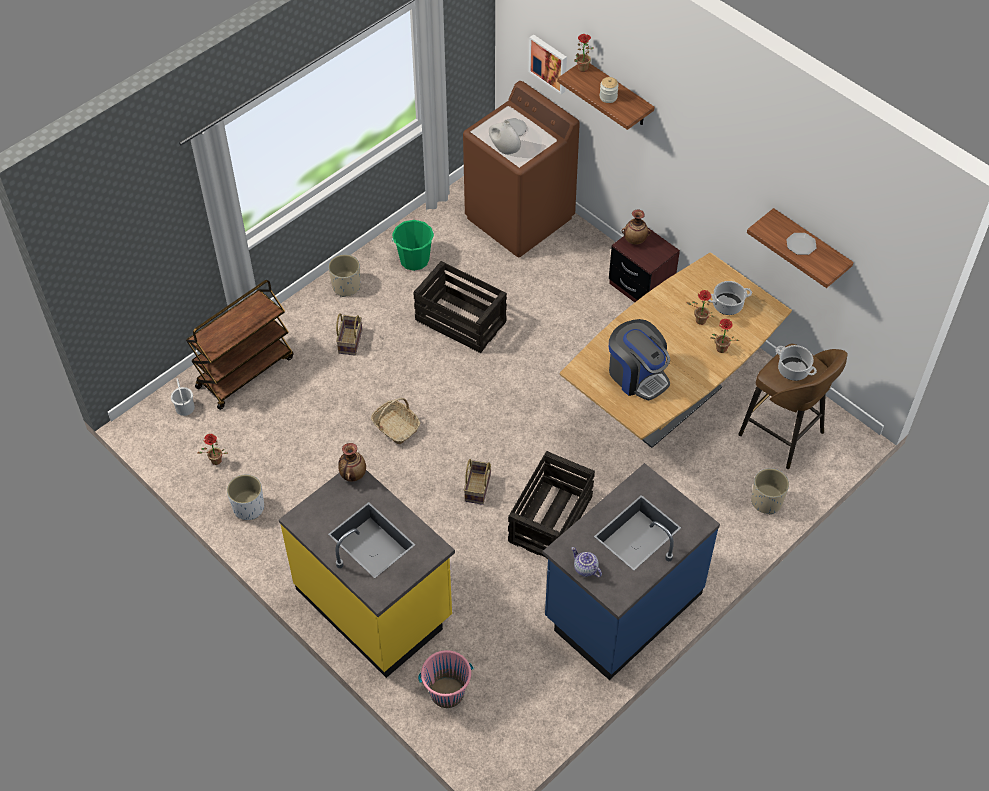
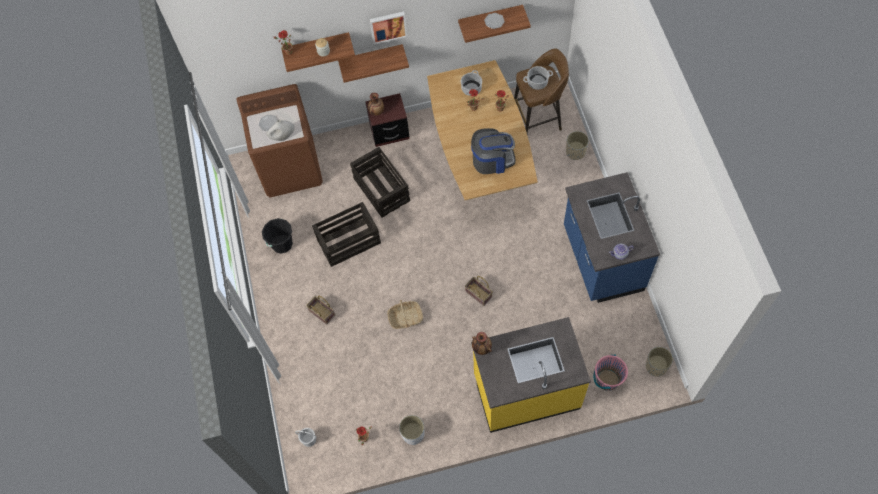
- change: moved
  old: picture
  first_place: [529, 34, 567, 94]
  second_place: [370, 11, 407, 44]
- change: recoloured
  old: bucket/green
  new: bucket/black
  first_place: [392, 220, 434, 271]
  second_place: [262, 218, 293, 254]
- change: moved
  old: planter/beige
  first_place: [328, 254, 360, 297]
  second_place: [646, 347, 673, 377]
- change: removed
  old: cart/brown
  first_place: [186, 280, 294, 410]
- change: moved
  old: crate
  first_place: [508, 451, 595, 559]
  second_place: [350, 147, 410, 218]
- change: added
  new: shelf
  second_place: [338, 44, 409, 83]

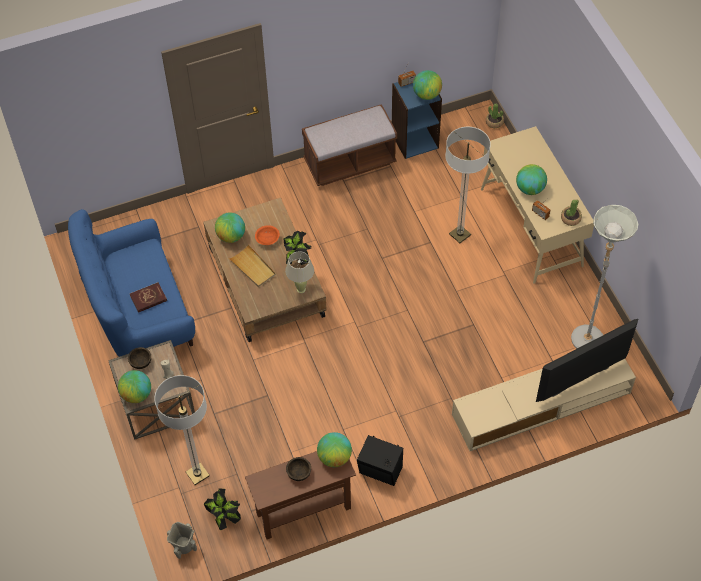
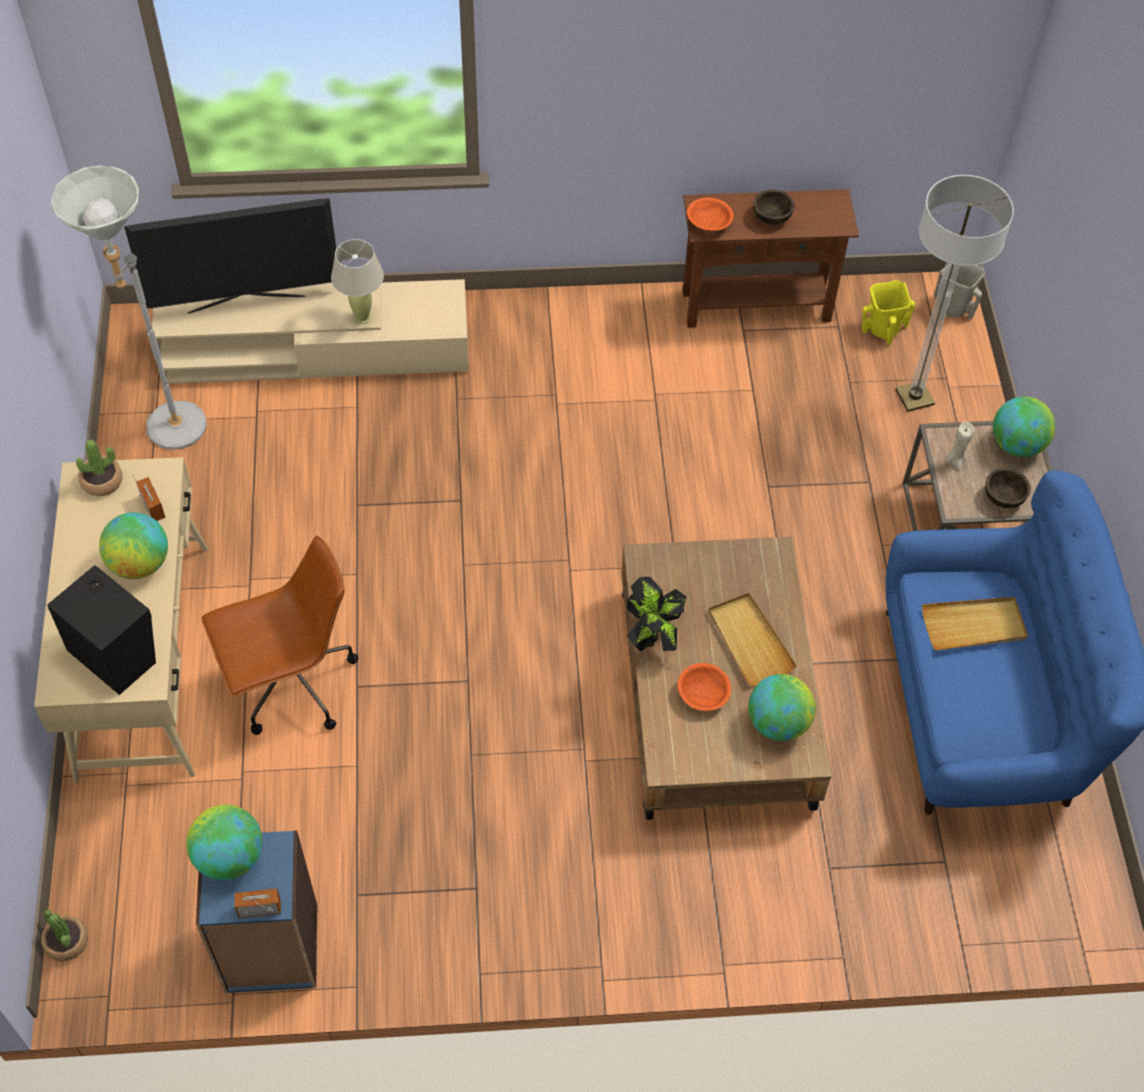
- change: removed
  old: bench/brown
  first_place: [302, 104, 397, 186]
- change: replaced
  old: floor lamp
  new: office chair/brown
  first_place: [445, 127, 491, 243]
  second_place: [201, 536, 358, 735]
- change: moved
  old: table lamp/beige
  first_place: [285, 251, 314, 293]
  second_place: [331, 239, 384, 324]
- change: replaced
  old: book/red
  new: tray/beige
  first_place: [130, 282, 167, 313]
  second_place: [922, 597, 1028, 651]
- change: replaced
  old: globe
  new: bowl/orange
  first_place: [317, 432, 352, 467]
  second_place: [687, 198, 734, 231]
- change: moved
  old: speaker/black
  first_place: [357, 435, 403, 486]
  second_place: [47, 565, 156, 695]
- change: replaced
  old: potted plant
  new: vase/yellow
  first_place: [204, 488, 241, 530]
  second_place: [862, 280, 915, 345]

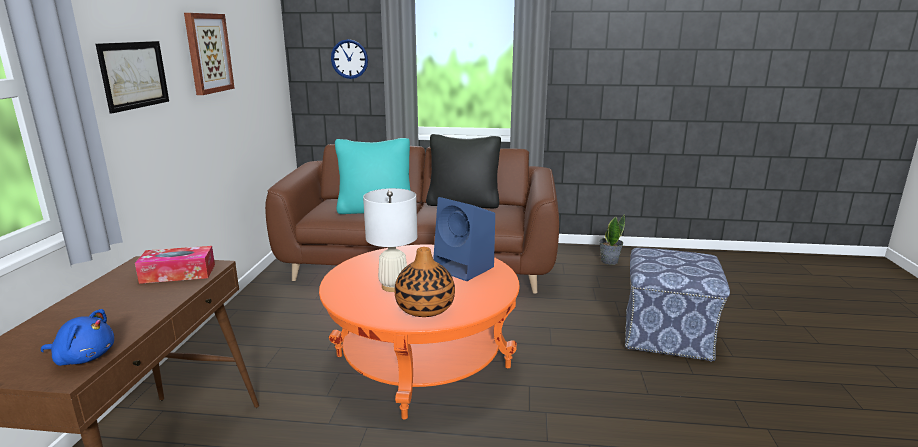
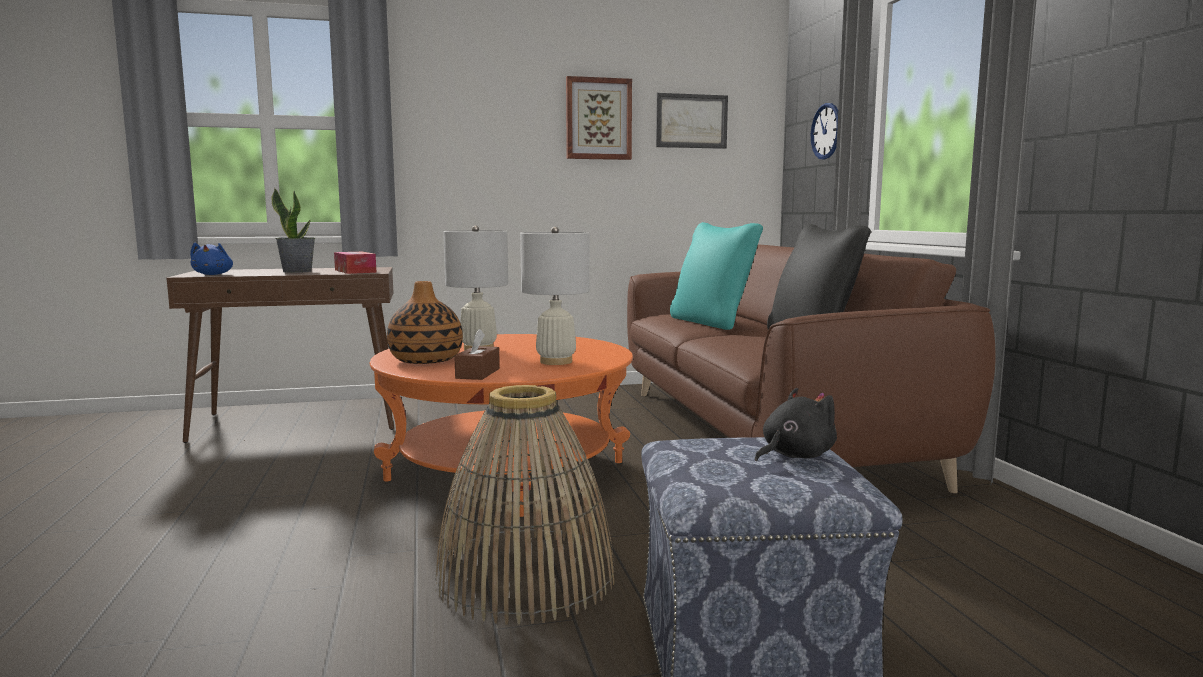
- change: moved
  old: picture
  first_place: [96, 41, 169, 113]
  second_place: [656, 93, 728, 149]
- change: replaced
  old: speaker/blue
  new: table lamp/white
  first_place: [433, 197, 495, 281]
  second_place: [520, 227, 590, 365]
- change: moved
  old: potted plant
  first_place: [599, 214, 625, 265]
  second_place: [271, 188, 315, 273]
- change: added
  new: tissue box/brown
  second_place: [454, 329, 500, 380]
- change: added
  new: basket
  second_place: [435, 385, 614, 625]
- change: added
  new: plush toy/black
  second_place: [755, 388, 837, 462]

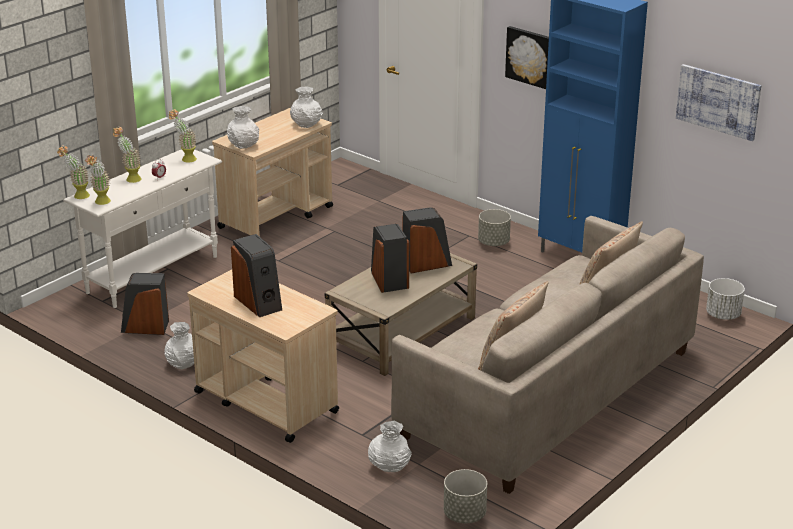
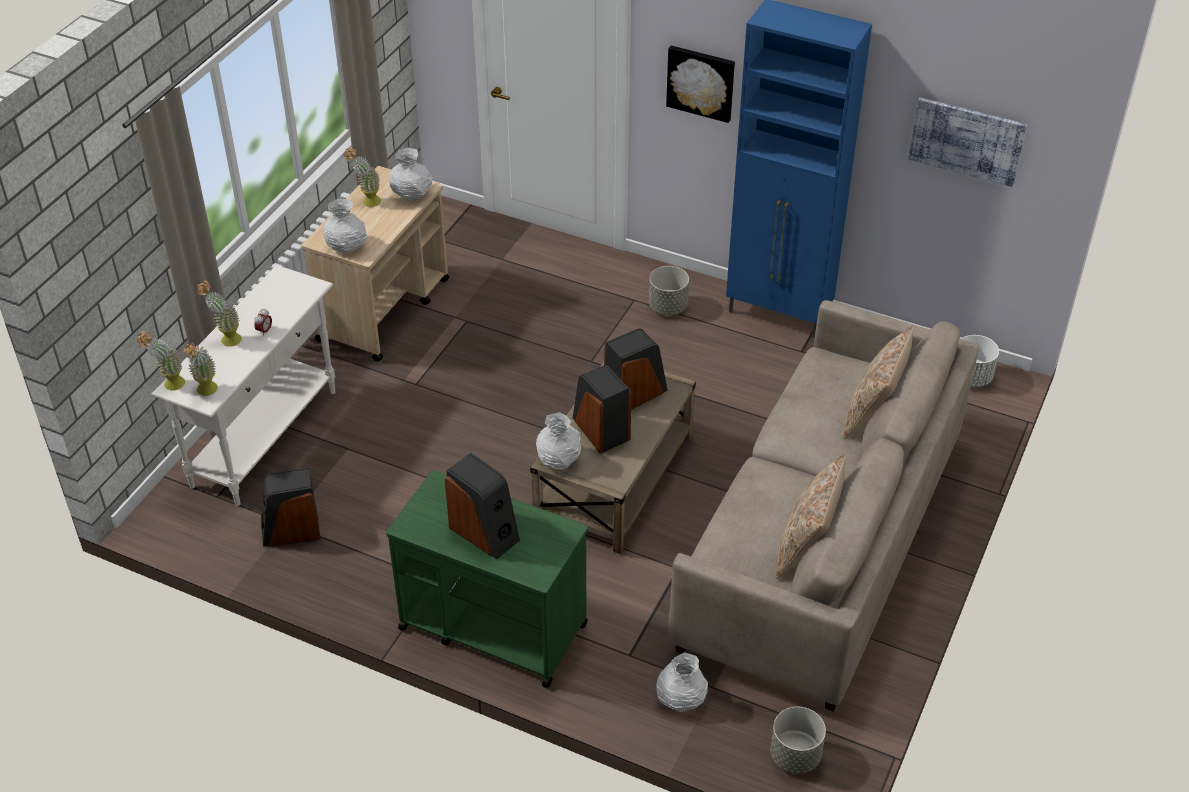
- change: moved
  old: potted plant
  first_place: [169, 109, 197, 163]
  second_place: [344, 147, 381, 207]
- change: recoloured
  old: cart/beige
  new: cart/green
  first_place: [187, 269, 339, 443]
  second_place: [386, 470, 588, 688]
- change: moved
  old: vase/white
  first_place: [164, 322, 194, 369]
  second_place: [536, 412, 581, 470]

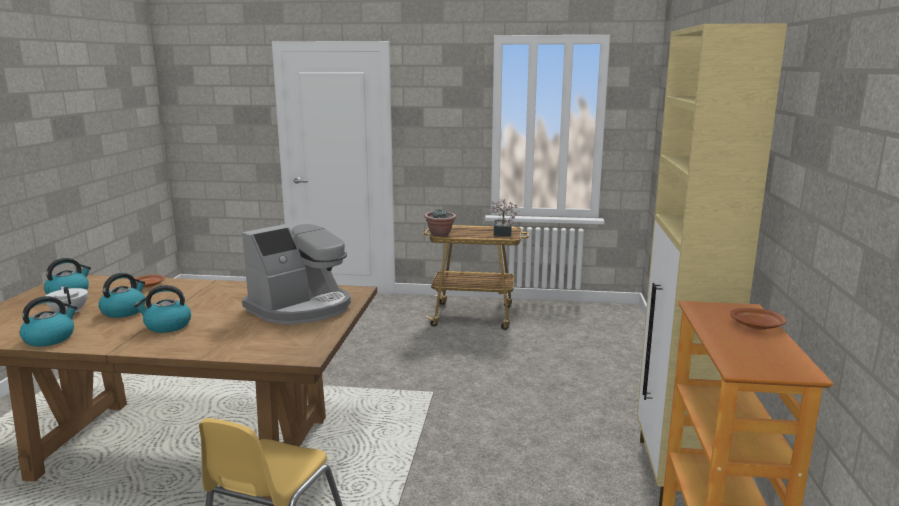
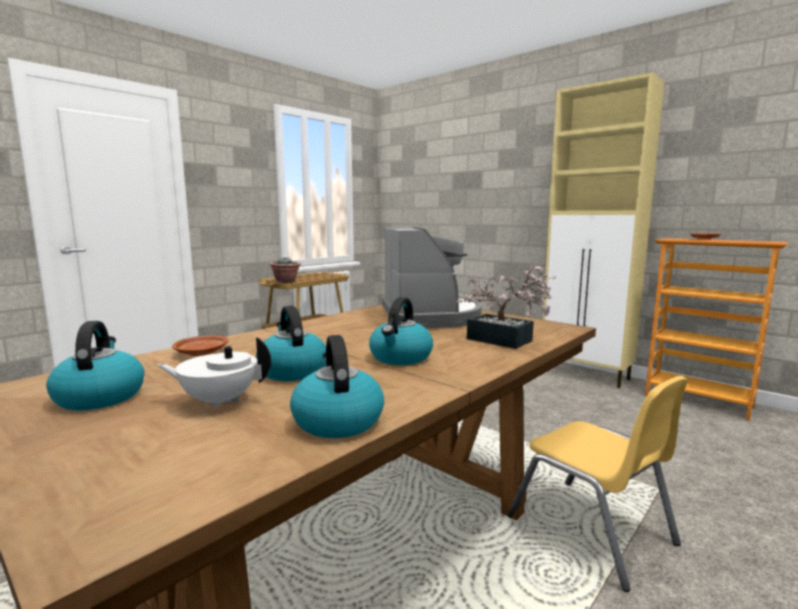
- change: moved
  old: potted plant
  first_place: [489, 199, 520, 236]
  second_place: [456, 265, 556, 349]

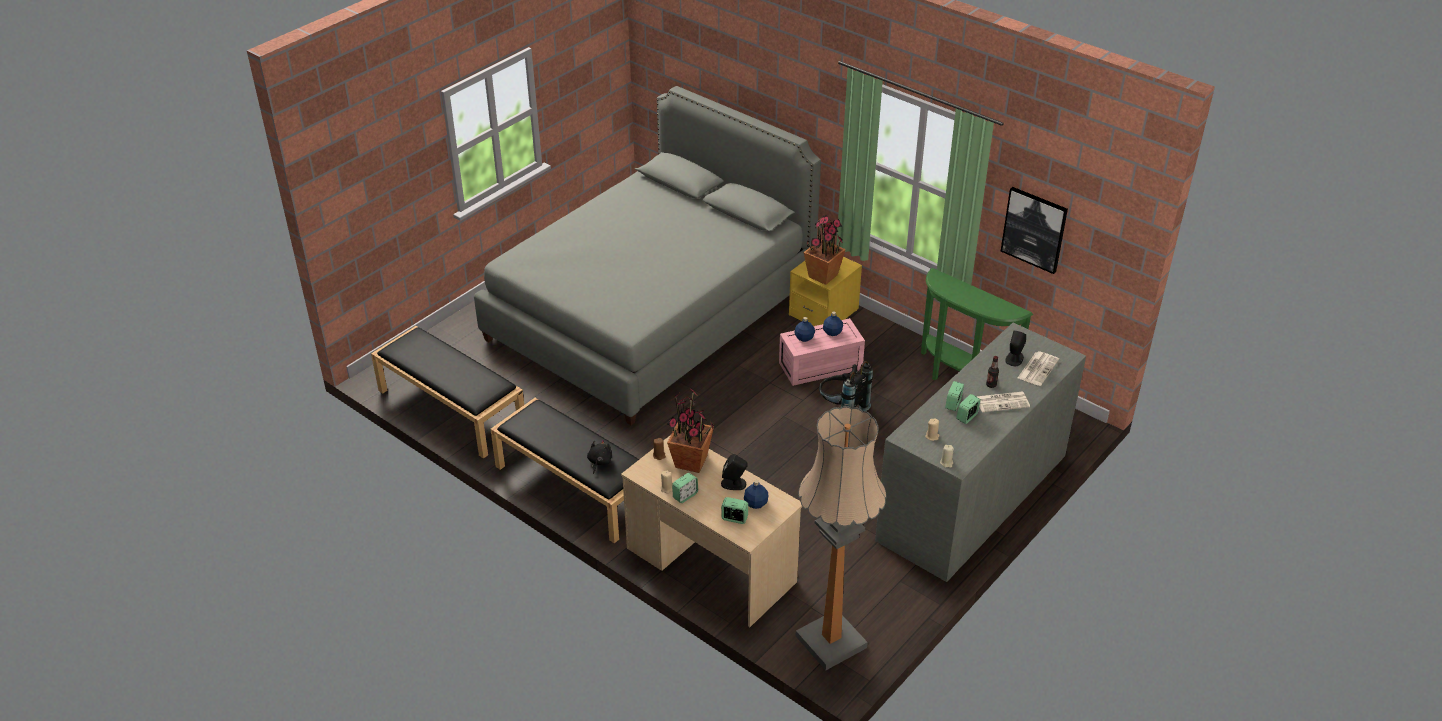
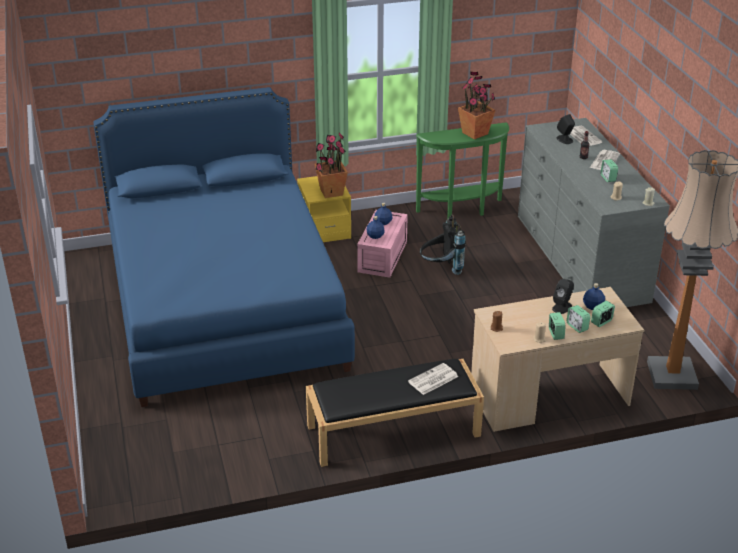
- change: recoloured
  old: bed/grey
  new: bed/blue
  first_place: [474, 86, 821, 425]
  second_place: [93, 87, 355, 407]
- change: removed
  old: picture
  first_place: [1001, 187, 1068, 274]
- change: removed
  old: bench/black
  first_place: [371, 326, 524, 459]
- change: moved
  old: alarm clock
  first_place: [945, 381, 964, 411]
  second_place: [567, 305, 590, 333]
- change: moved
  old: potted plant
  first_place: [667, 387, 714, 473]
  second_place: [458, 72, 495, 140]
- change: replaced
  old: plush toy/black
  new: newspaper
  first_place: [587, 440, 612, 474]
  second_place: [408, 363, 458, 395]

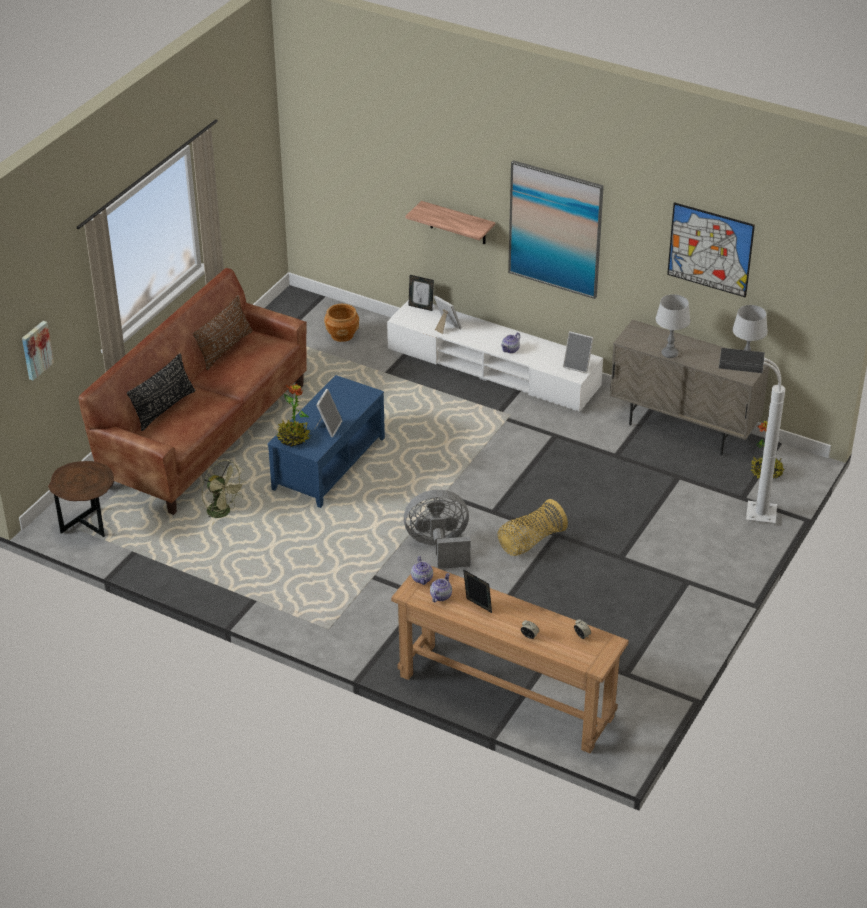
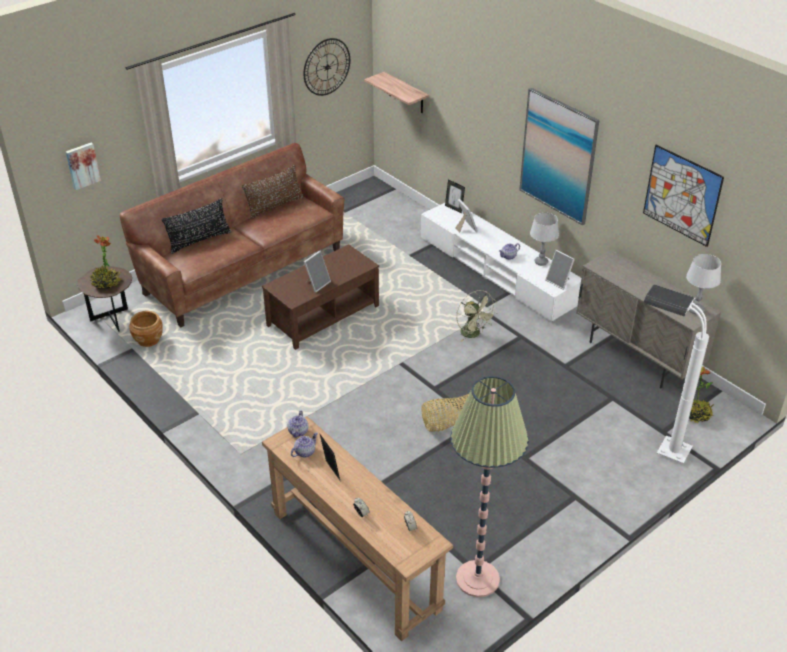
- change: moved
  old: shelf
  first_place: [405, 201, 495, 244]
  second_place: [364, 72, 429, 113]
- change: moved
  old: table lamp/grey
  first_place: [655, 294, 690, 358]
  second_place: [530, 213, 559, 266]
- change: moved
  old: planter/brown
  first_place: [324, 304, 359, 342]
  second_place: [129, 311, 163, 347]
- change: recoloured
  old: coffee table/blue
  new: coffee table/brown
  first_place: [267, 375, 385, 508]
  second_place: [262, 244, 379, 350]
- change: moved
  old: potted plant
  first_place: [277, 384, 310, 447]
  second_place: [89, 235, 122, 289]
- change: moved
  old: fan/green
  first_place: [202, 460, 246, 525]
  second_place: [457, 290, 497, 342]
- change: removed
  old: fan/grey
  first_place: [404, 490, 471, 569]
- change: added
  new: wall clock
  second_place: [303, 38, 350, 96]
- change: added
  new: floor lamp
  second_place: [450, 376, 529, 597]

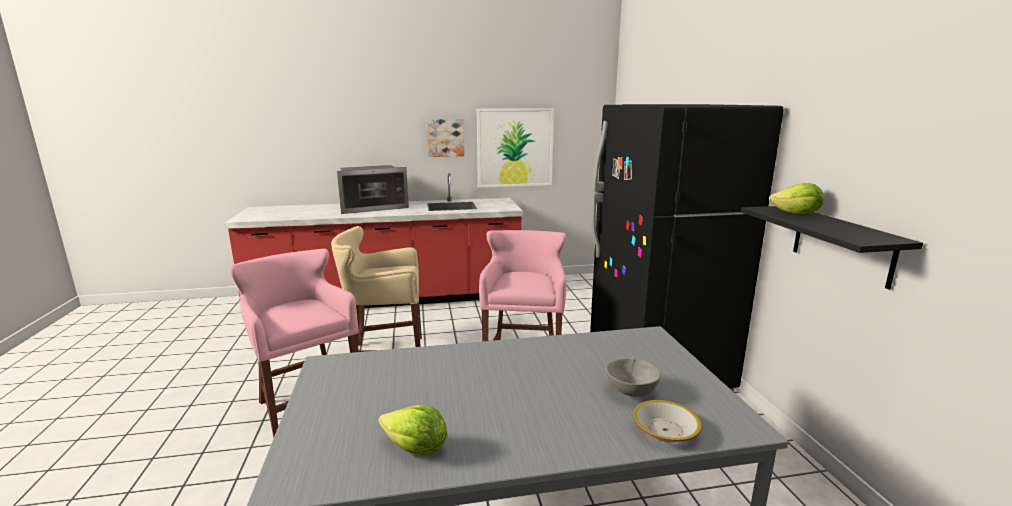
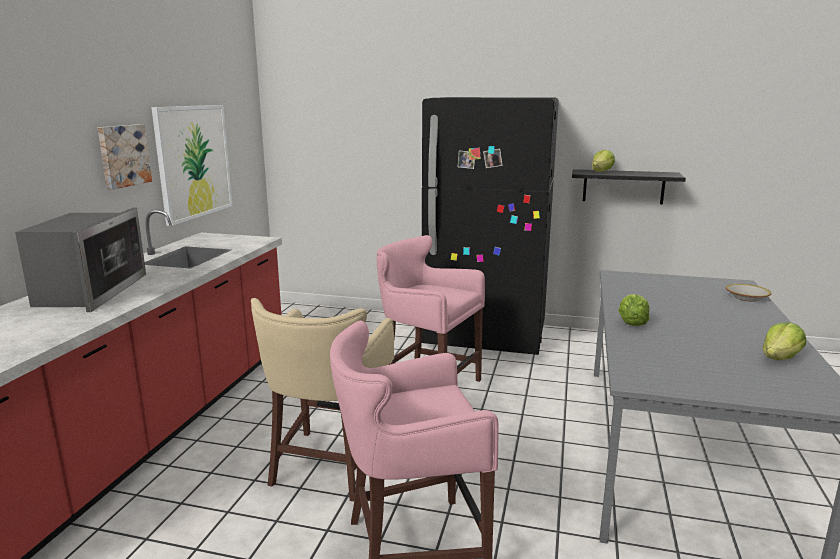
- change: removed
  old: bowl/grey
  first_place: [606, 357, 661, 397]
- change: added
  new: lettuce
  second_place: [618, 294, 650, 326]

